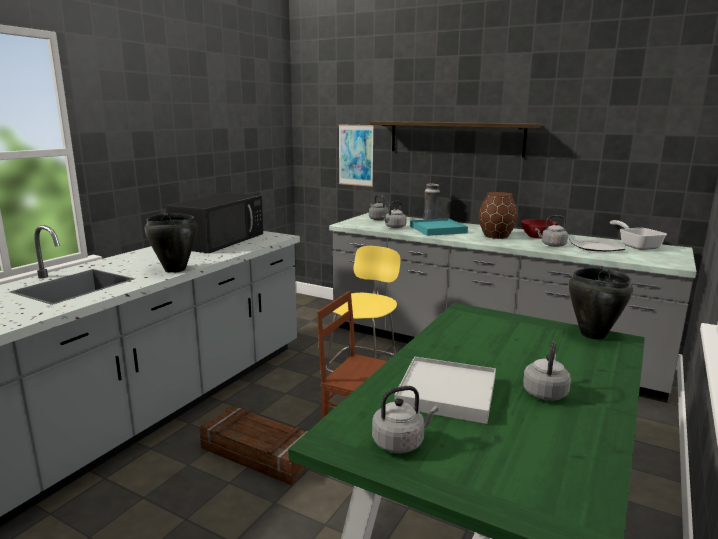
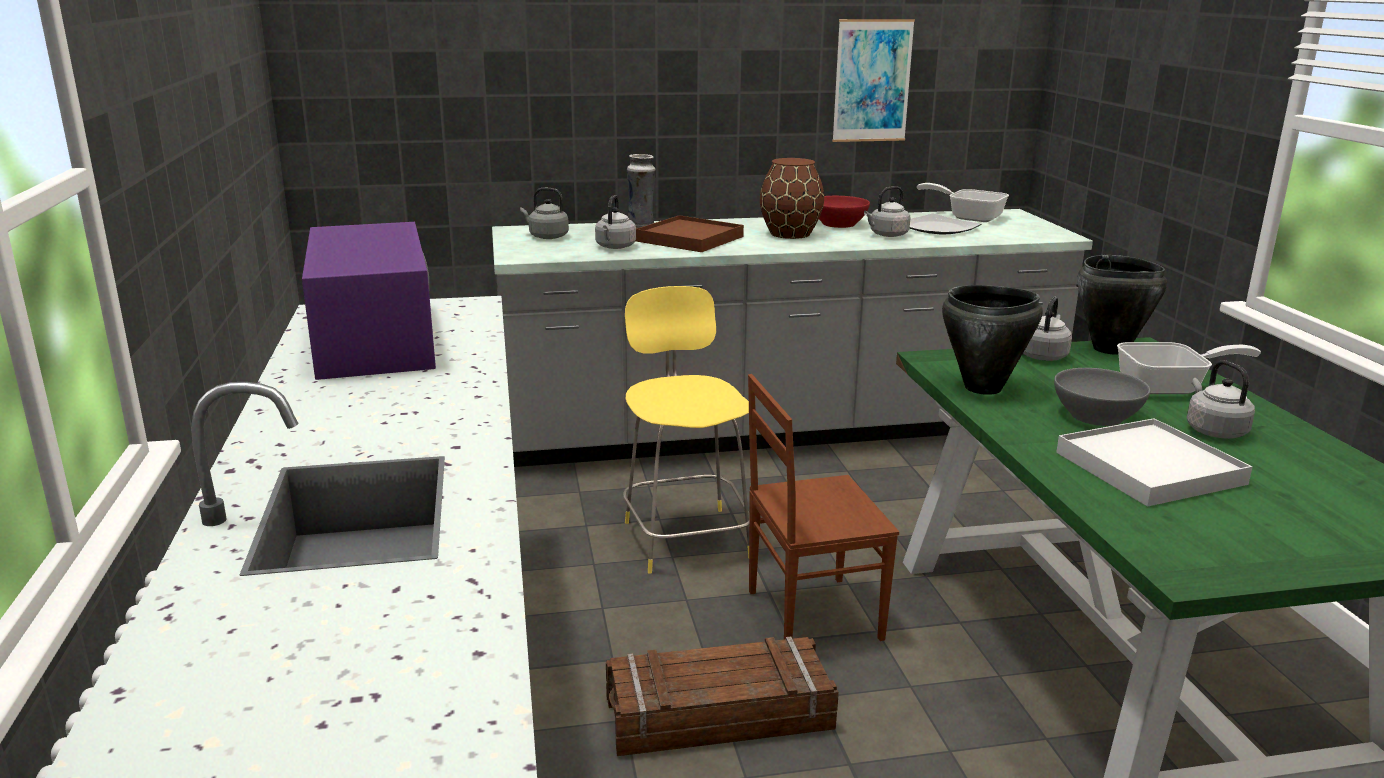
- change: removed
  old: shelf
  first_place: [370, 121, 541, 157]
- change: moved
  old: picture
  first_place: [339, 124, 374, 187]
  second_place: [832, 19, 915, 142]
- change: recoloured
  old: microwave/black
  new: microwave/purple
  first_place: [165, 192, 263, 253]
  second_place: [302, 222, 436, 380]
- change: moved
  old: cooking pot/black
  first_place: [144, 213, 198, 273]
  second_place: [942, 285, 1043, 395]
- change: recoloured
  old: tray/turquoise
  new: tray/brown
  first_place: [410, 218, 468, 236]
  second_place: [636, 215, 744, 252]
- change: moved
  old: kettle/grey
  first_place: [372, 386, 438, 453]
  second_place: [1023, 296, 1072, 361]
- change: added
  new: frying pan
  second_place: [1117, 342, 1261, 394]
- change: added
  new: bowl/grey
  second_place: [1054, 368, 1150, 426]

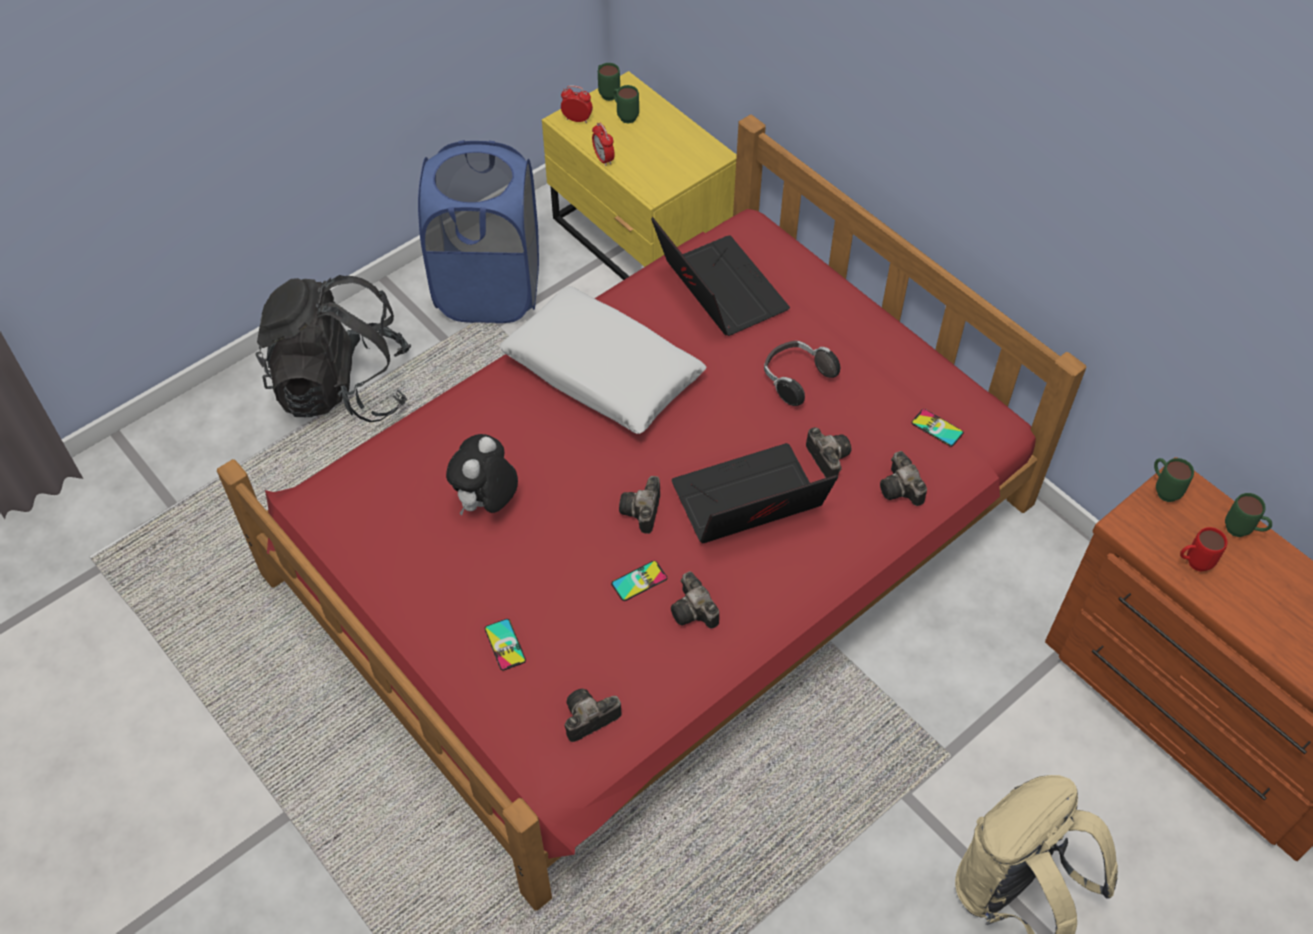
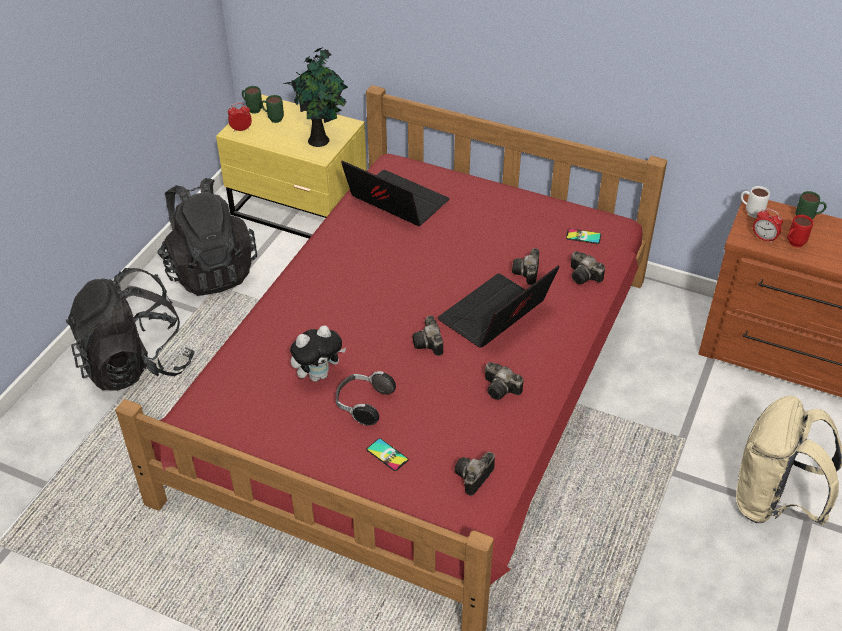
- change: moved
  old: alarm clock
  first_place: [592, 123, 615, 166]
  second_place: [753, 208, 783, 243]
- change: replaced
  old: laundry basket/blue
  new: backpack/black
  first_place: [418, 140, 539, 323]
  second_place: [157, 178, 257, 296]
- change: removed
  old: pillow/white
  first_place: [500, 286, 706, 434]
- change: moved
  old: headphones
  first_place: [764, 341, 840, 406]
  second_place: [336, 371, 396, 426]
- change: turned
  old: photo camera
  first_place: [806, 427, 852, 479]
  second_place: [512, 248, 539, 285]
  degrees: -120
- change: turned
  old: plush toy
  first_place: [446, 434, 518, 515]
  second_place: [290, 325, 346, 382]
  degrees: -120
- change: recoloured
  old: mug/green
  new: mug/white
  first_place: [1154, 458, 1194, 502]
  second_place: [741, 186, 770, 218]
- change: removed
  old: phone
  first_place: [611, 561, 667, 601]
- change: added
  new: potted plant
  second_place: [283, 47, 348, 147]

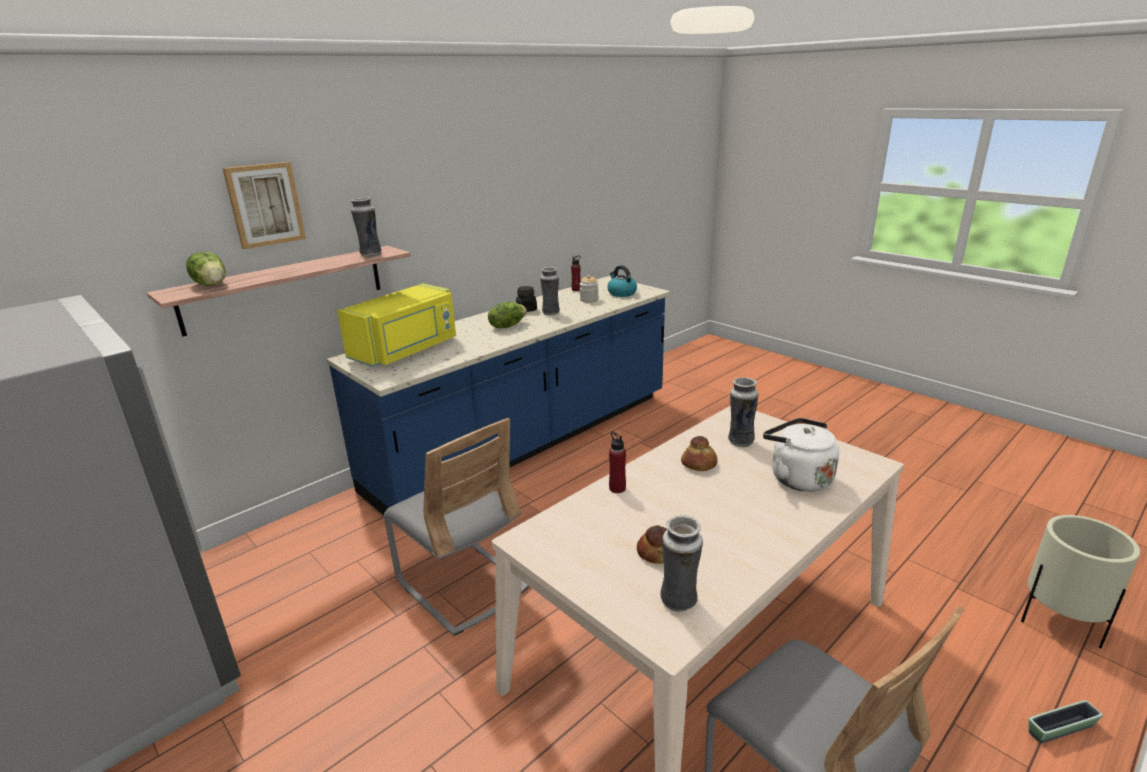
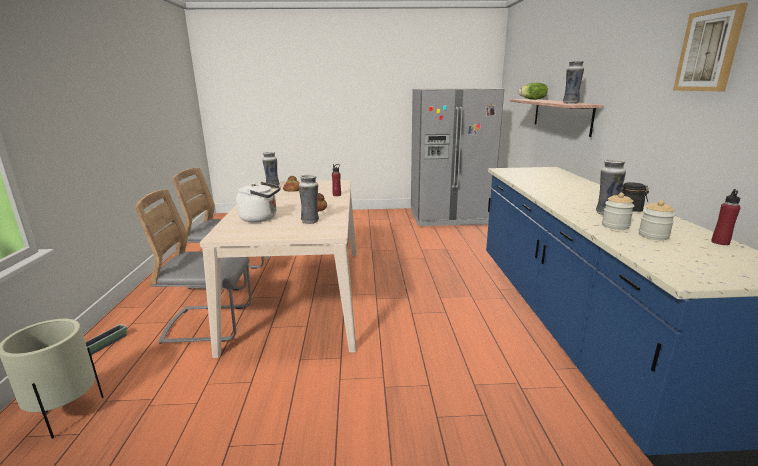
- change: moved
  old: picture
  first_place: [223, 162, 306, 249]
  second_place: [673, 3, 748, 91]
- change: removed
  old: kettle
  first_place: [607, 265, 637, 297]
- change: removed
  old: microwave/yellow
  first_place: [337, 283, 456, 367]
- change: removed
  old: lettuce
  first_place: [488, 302, 527, 328]
- change: moved
  old: chair/grey
  first_place: [384, 418, 529, 636]
  second_place: [135, 189, 252, 344]
- change: added
  new: jar
  second_place: [602, 193, 634, 230]

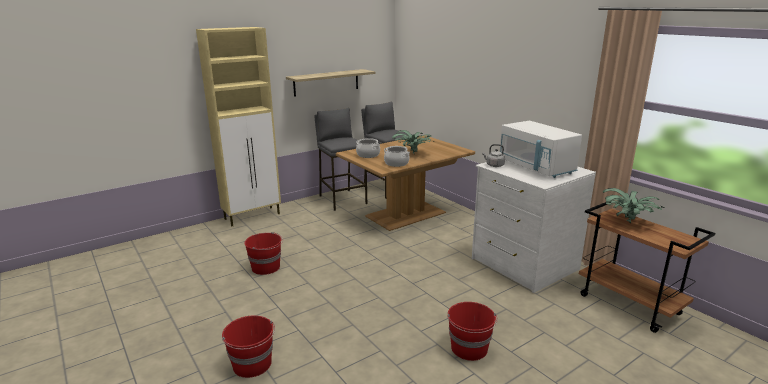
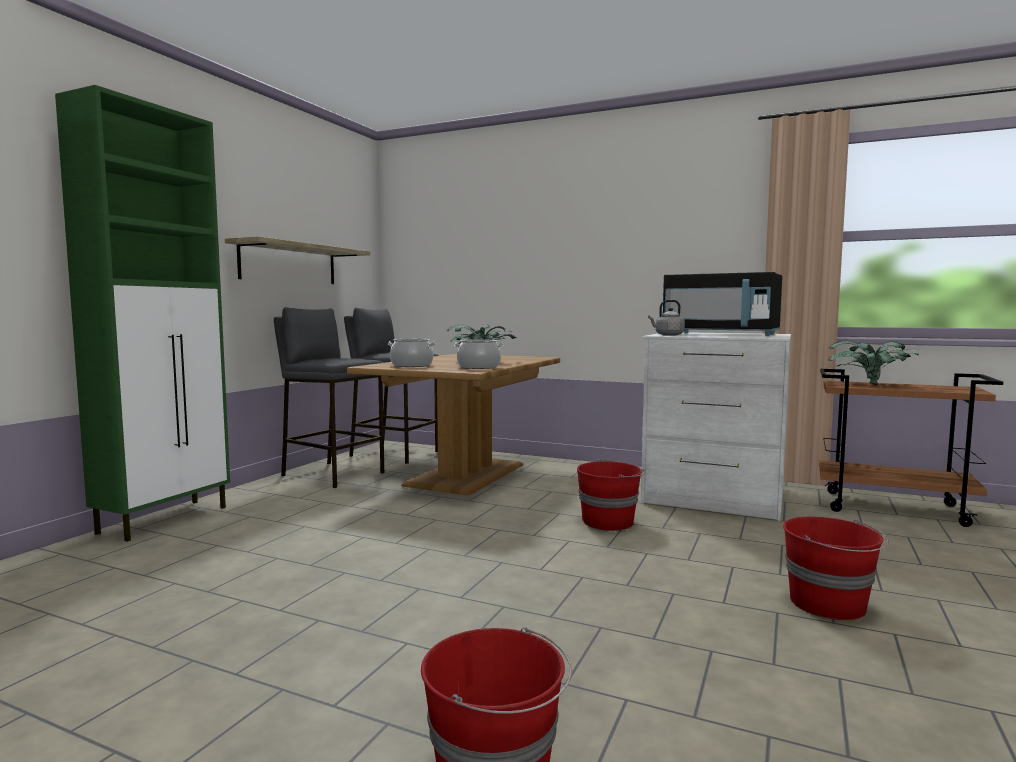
- change: recoloured
  old: cabinet/beige
  new: cabinet/green
  first_place: [196, 27, 281, 226]
  second_place: [55, 85, 230, 542]
- change: recoloured
  old: microwave/white
  new: microwave/black
  first_place: [500, 121, 582, 178]
  second_place: [663, 272, 782, 336]
- change: moved
  old: bucket/red
  first_place: [244, 232, 283, 275]
  second_place: [577, 459, 645, 531]

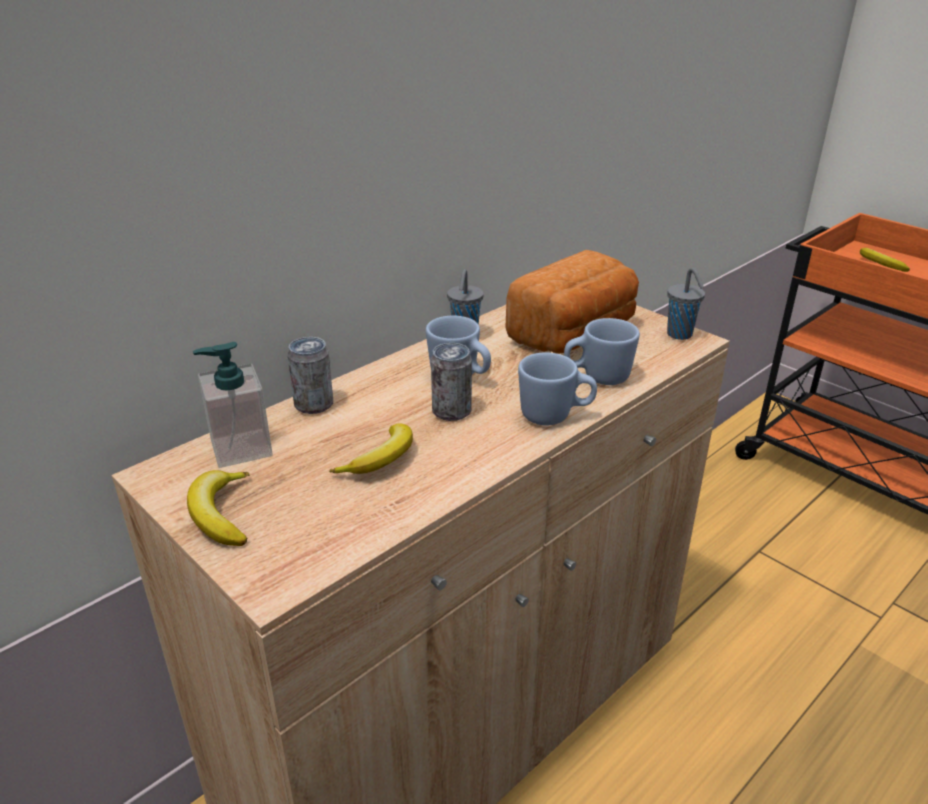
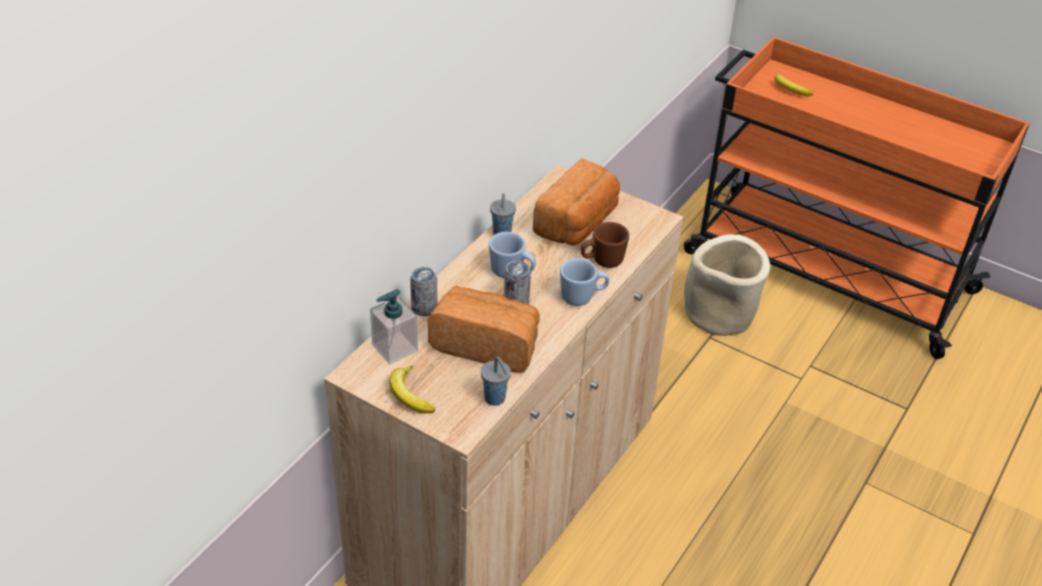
- change: moved
  old: cup/grey
  first_place: [667, 268, 705, 340]
  second_place: [481, 357, 511, 406]
- change: recoloured
  old: mug/blue
  new: mug/brown
  first_place: [564, 318, 640, 385]
  second_place: [581, 222, 629, 268]
- change: replaced
  old: banana
  new: bread
  first_place: [329, 423, 413, 474]
  second_place: [427, 286, 540, 373]
- change: added
  new: planter/beige
  second_place: [684, 234, 770, 336]

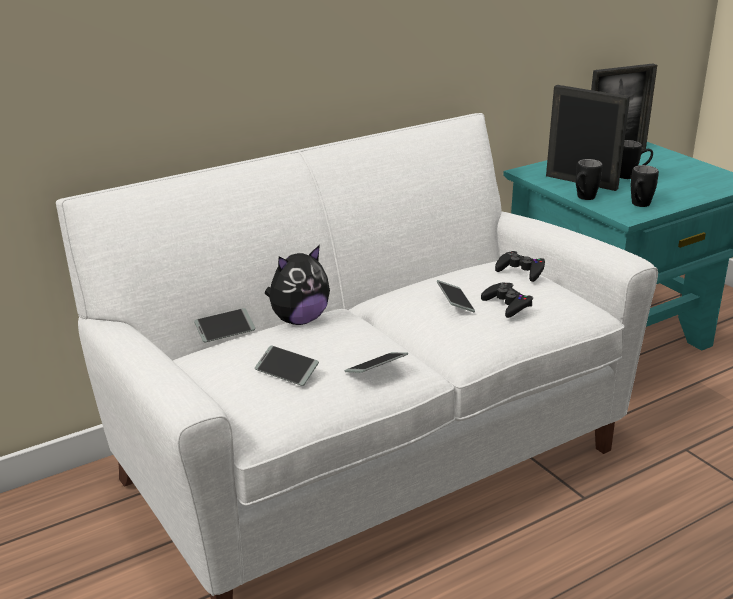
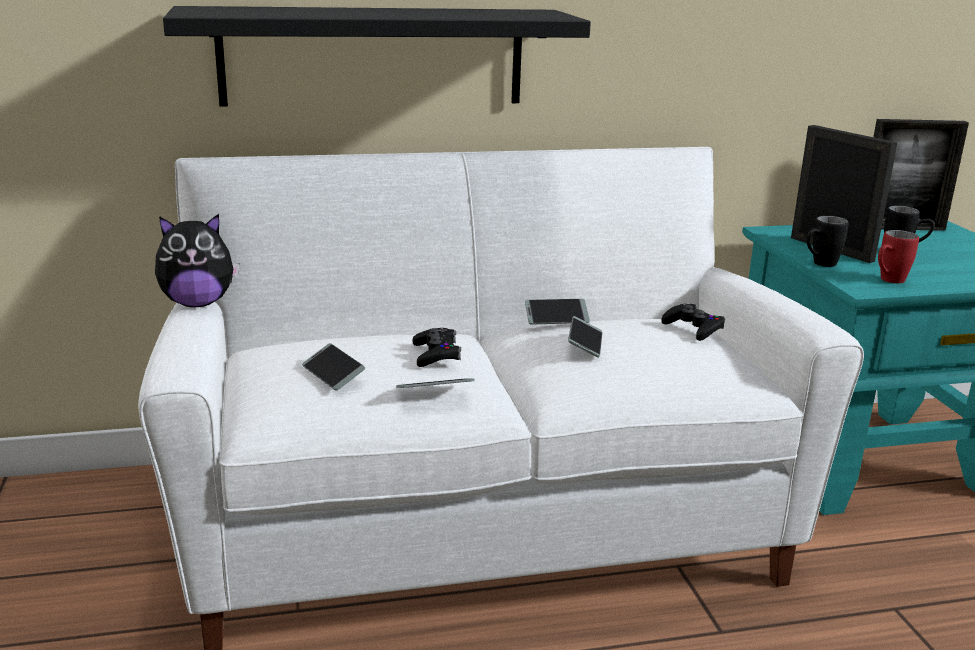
- change: recoloured
  old: mug/black
  new: mug/red
  first_place: [631, 165, 659, 207]
  second_place: [878, 230, 919, 283]
- change: moved
  old: plush toy
  first_place: [265, 245, 330, 325]
  second_place: [155, 214, 239, 307]
- change: moved
  old: game controller/black
  first_place: [481, 283, 533, 318]
  second_place: [413, 328, 461, 367]
- change: moved
  old: phone
  first_place: [194, 308, 255, 342]
  second_place: [525, 299, 590, 324]
- change: added
  new: shelf/black
  second_place: [163, 6, 591, 107]

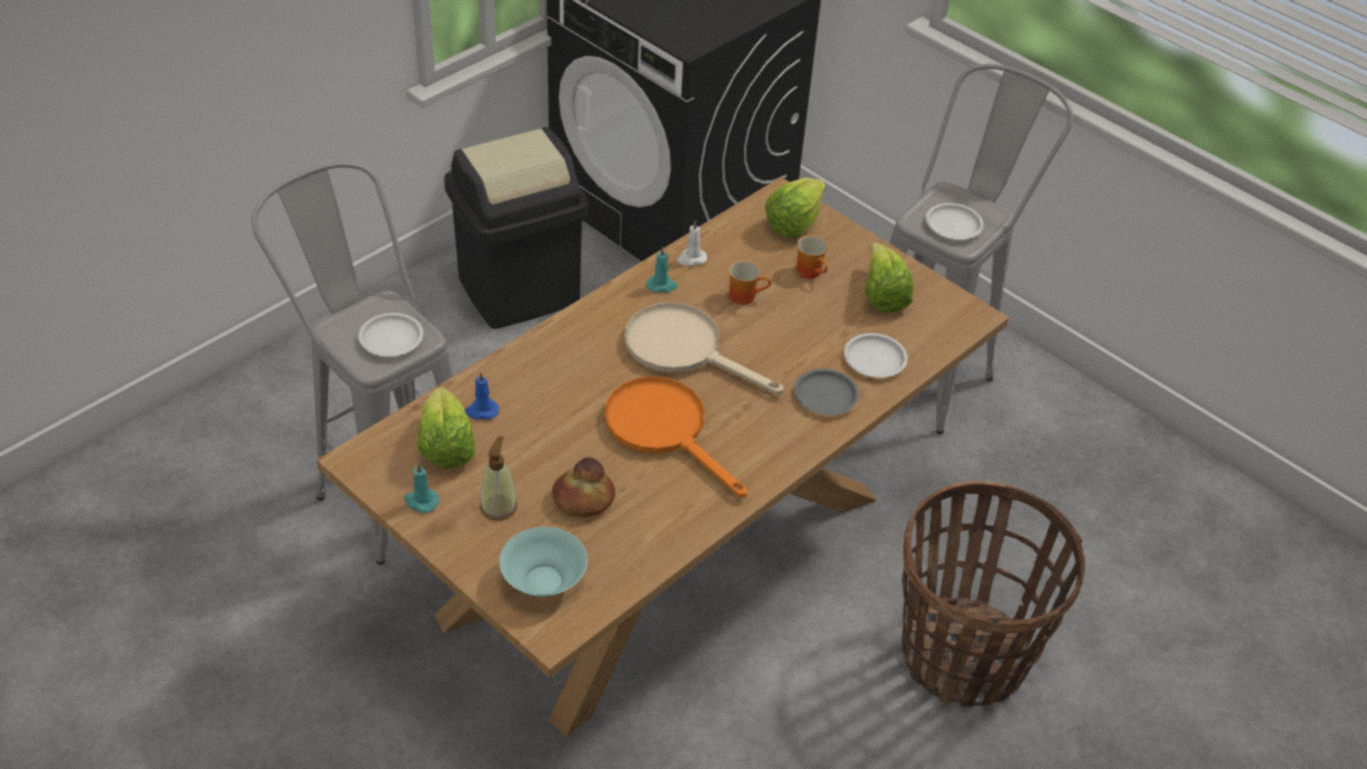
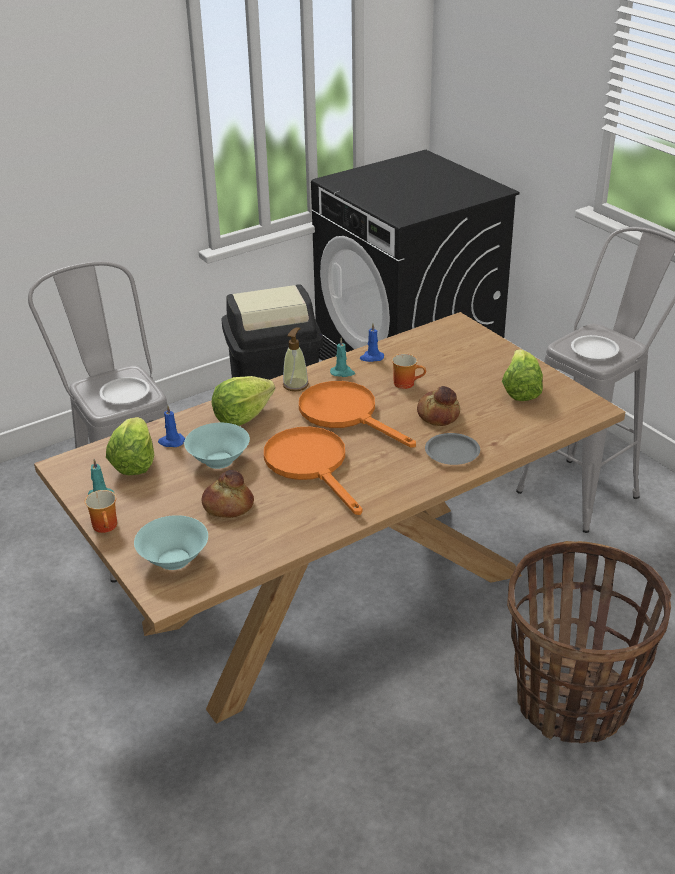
- change: moved
  old: lettuce
  first_place: [765, 178, 826, 238]
  second_place: [212, 376, 275, 426]
- change: recoloured
  old: candle/white
  new: candle/blue
  first_place: [677, 220, 707, 266]
  second_place: [360, 323, 384, 362]
- change: moved
  old: mug
  first_place: [796, 235, 828, 279]
  second_place: [85, 490, 117, 533]
- change: recoloured
  old: frying pan/beige
  new: frying pan/orange
  first_place: [624, 302, 784, 395]
  second_place: [299, 381, 416, 448]
- change: removed
  old: plate/white
  first_place: [844, 333, 908, 377]
- change: moved
  old: soap dispenser
  first_place: [480, 436, 517, 520]
  second_place: [283, 328, 309, 391]
- change: added
  new: bread
  second_place: [417, 386, 460, 426]
- change: added
  new: bowl/turquoise
  second_place: [184, 423, 250, 469]

